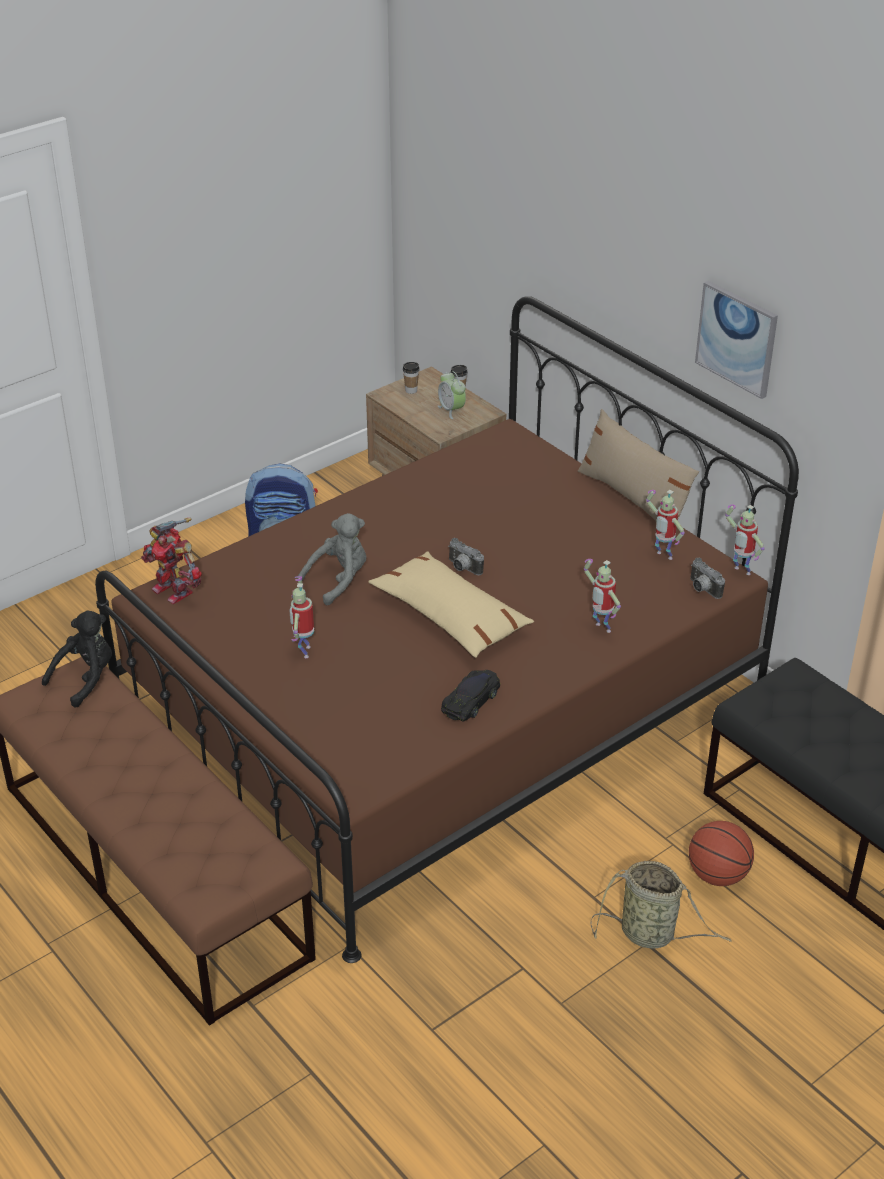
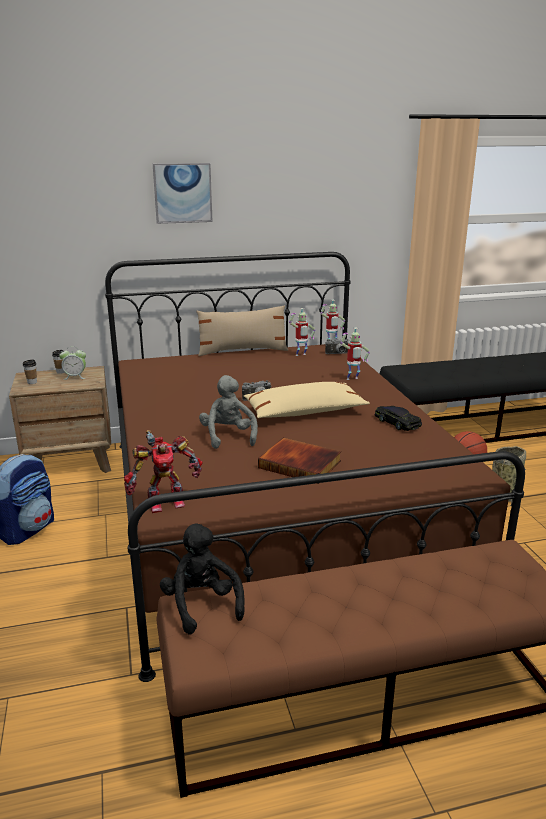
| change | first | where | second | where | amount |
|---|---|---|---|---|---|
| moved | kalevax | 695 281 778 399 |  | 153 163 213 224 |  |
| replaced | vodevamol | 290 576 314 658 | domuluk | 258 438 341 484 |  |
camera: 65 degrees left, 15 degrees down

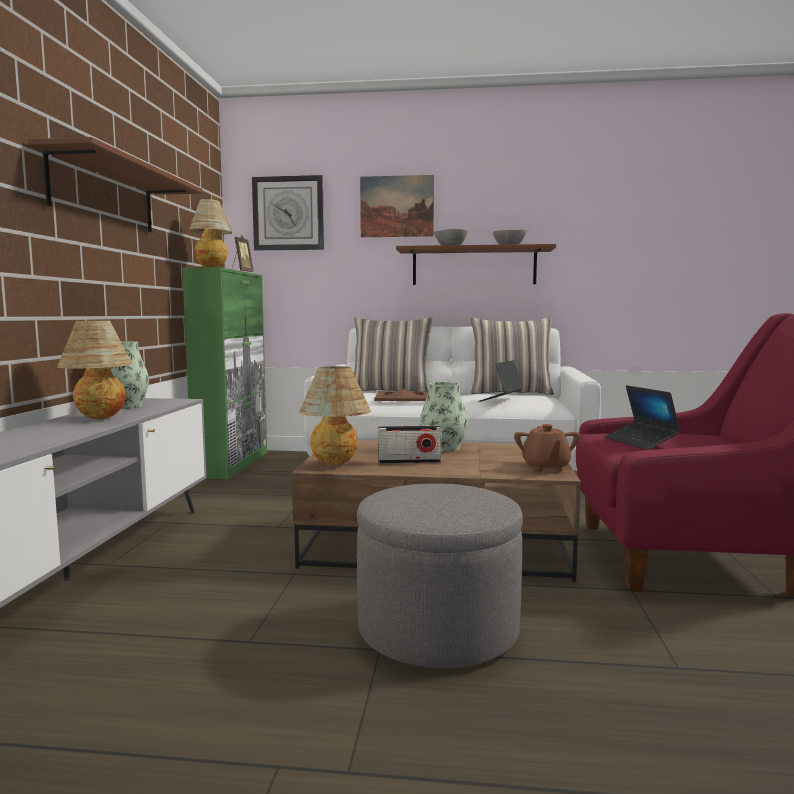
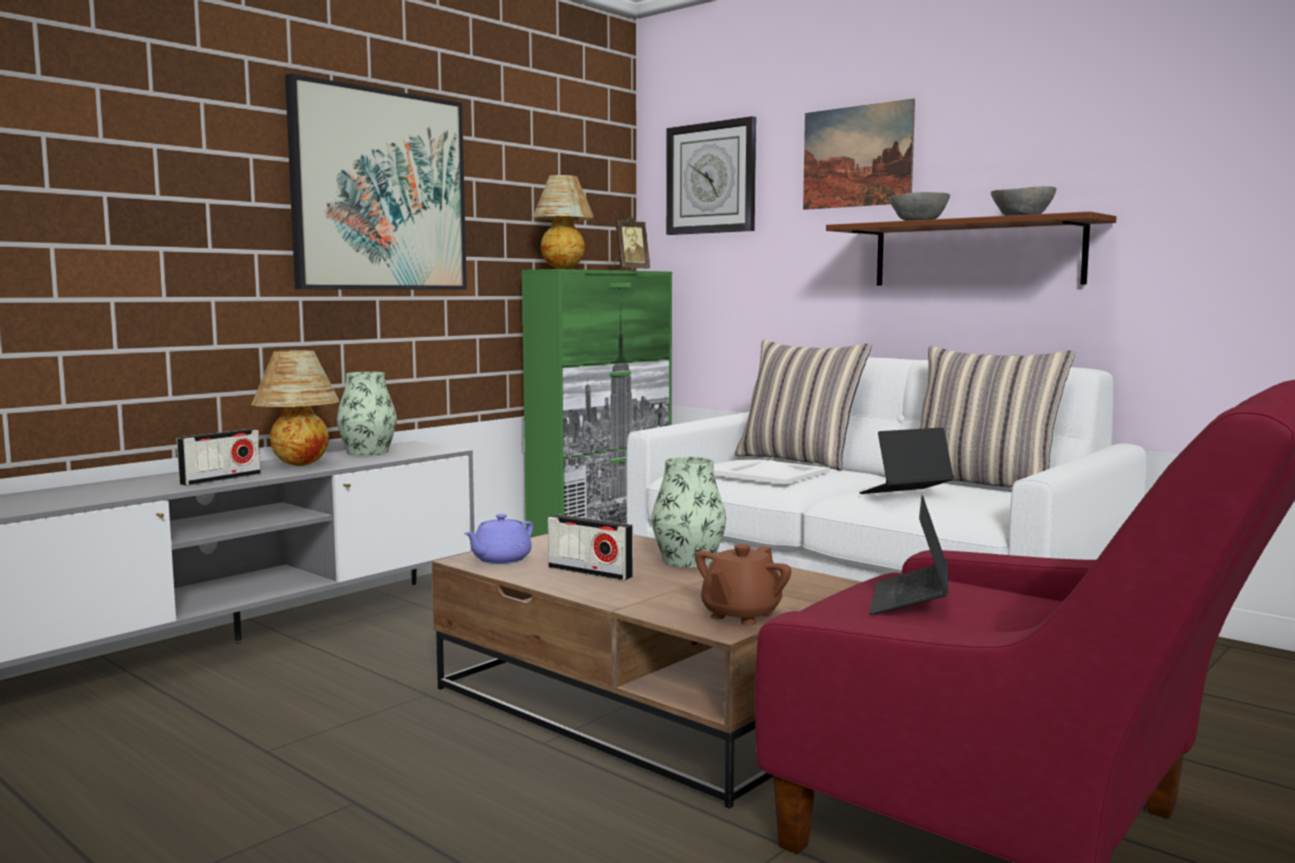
| change | first | where | second | where | amount |
|---|---|---|---|---|---|
| replaced | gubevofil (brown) | 27 137 203 232 | kalevax | 285 73 467 290 |  |
| replaced | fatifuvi | 299 366 371 465 | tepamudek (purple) | 464 514 533 564 |  |
| recoloured | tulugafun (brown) | 374 389 428 401 | tulugafun (white) | 714 459 830 484 |  |
| removed | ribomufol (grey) | 357 483 523 668 |  |  |  |
| added |  |  | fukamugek | 176 429 261 486 |  |
camera: 35 degrees right, 0 degrees up

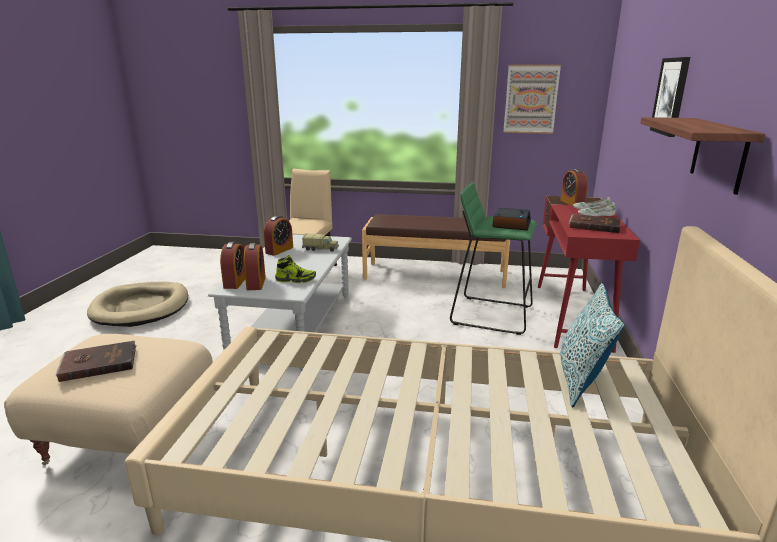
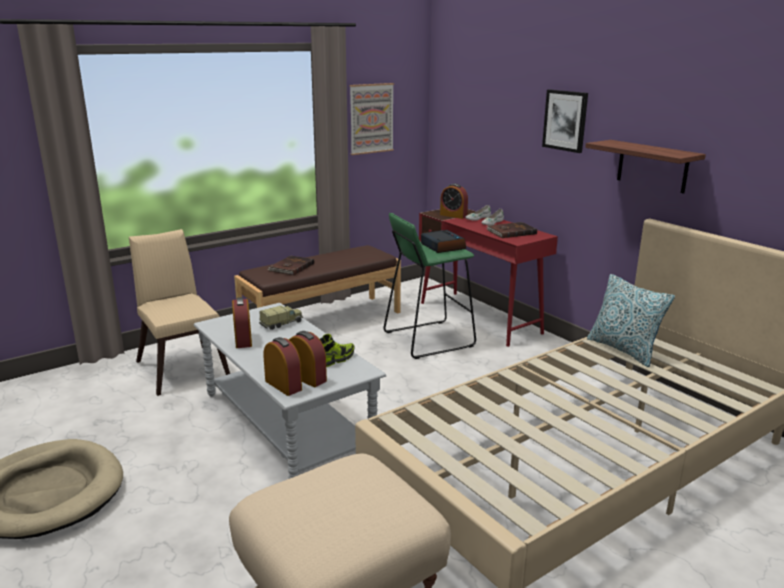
| change | first | where | second | where | amount |
|---|---|---|---|---|---|
| moved | domuluk (brown) | 56 341 137 382 |  | 267 255 314 275 |  |
camera: 45 degrees left, 0 degrees up

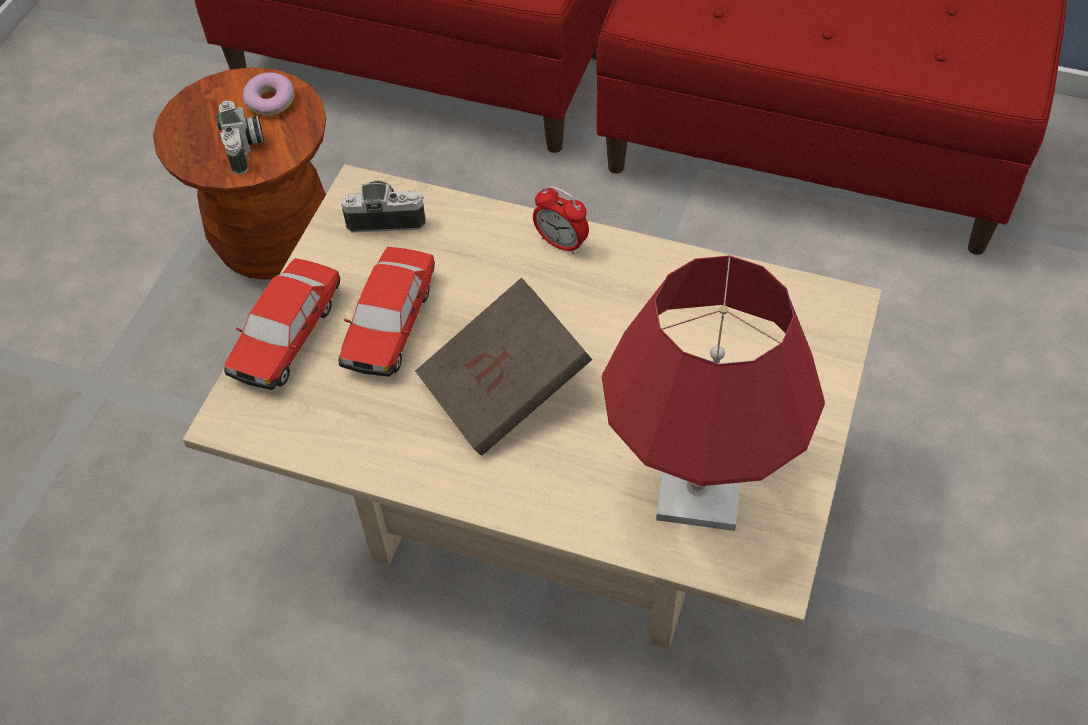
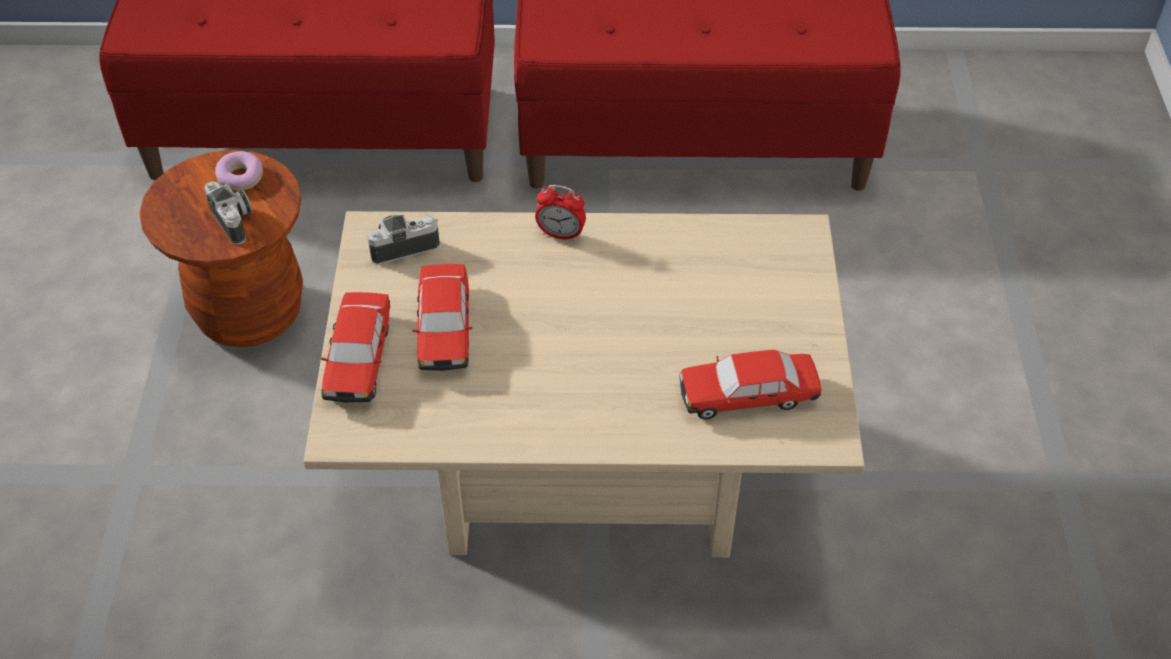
| change | first | where | second | where | amount |
|---|---|---|---|---|---|
| replaced | fatifuvi (red) | 602 255 825 531 | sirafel | 679 350 821 420 |  |
| removed | domuluk (brown) | 415 278 592 455 |  |  |  |
camera: 20 degrees left, 5 degrees down

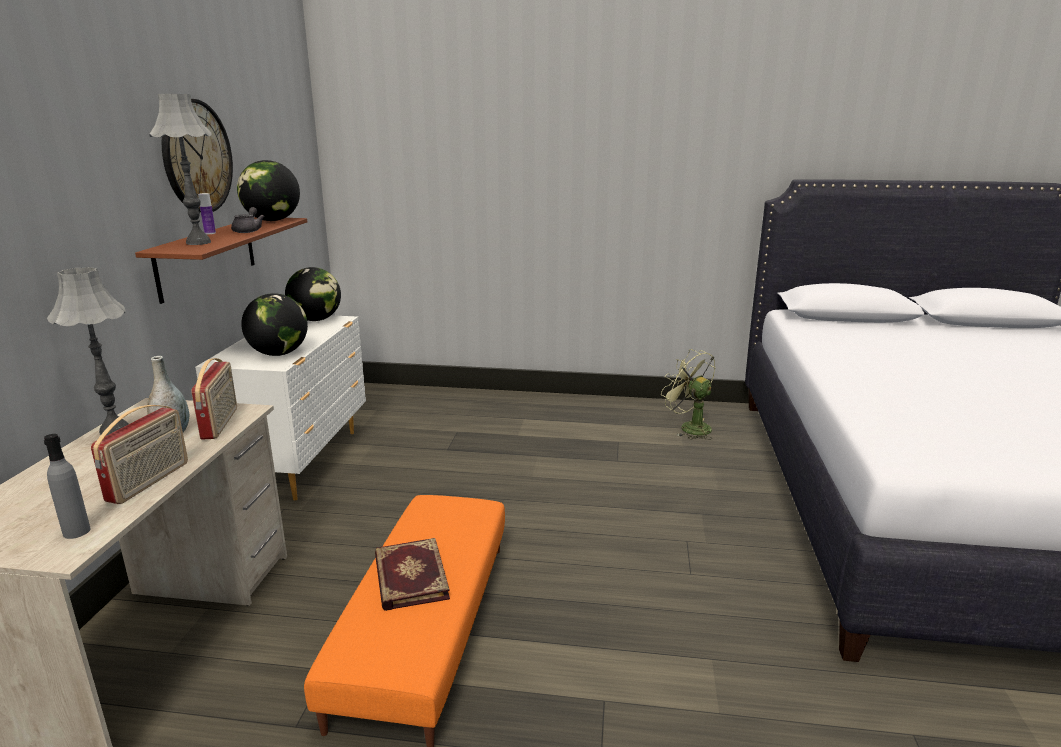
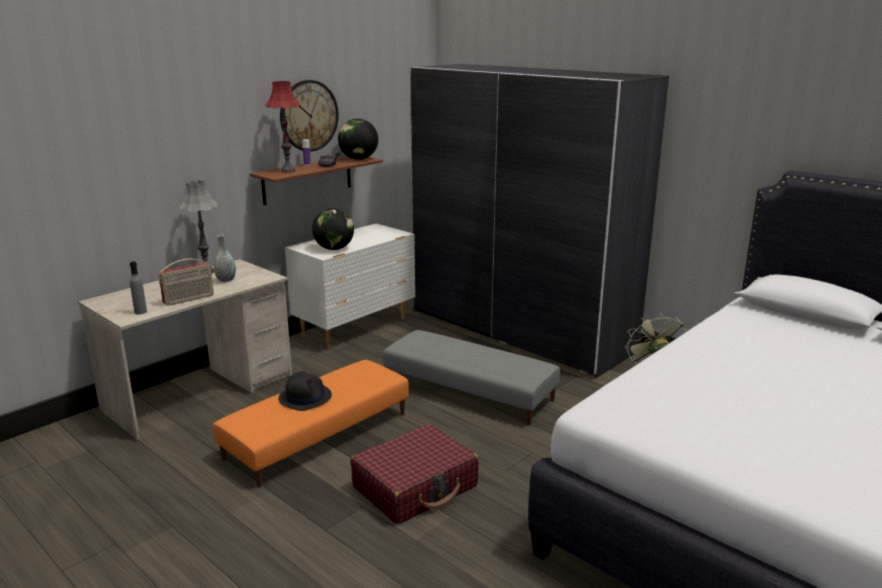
| change | first | where | second | where | amount |
|---|---|---|---|---|---|
| recoloured | fatifuvi (grey) | 149 94 212 245 | fatifuvi (red) | 265 81 301 173 |  |
| removed | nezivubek | 285 267 341 321 |  |  |  |
| removed | fukamugek | 191 358 237 440 |  |  |  |
| replaced | domuluk | 375 538 450 611 | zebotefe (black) | 278 371 332 411 |  |
| added |  |  | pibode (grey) | 410 64 669 378 |  |
| added |  |  | ribomufol (grey) | 383 330 560 426 |  |
| added |  |  | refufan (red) | 351 424 479 524 |  |
camera: 35 degrees right, 0 degrees up

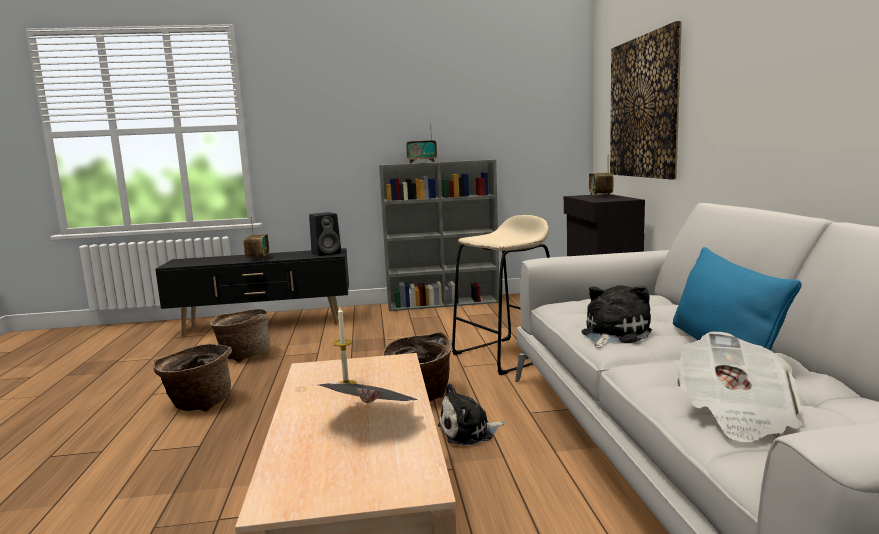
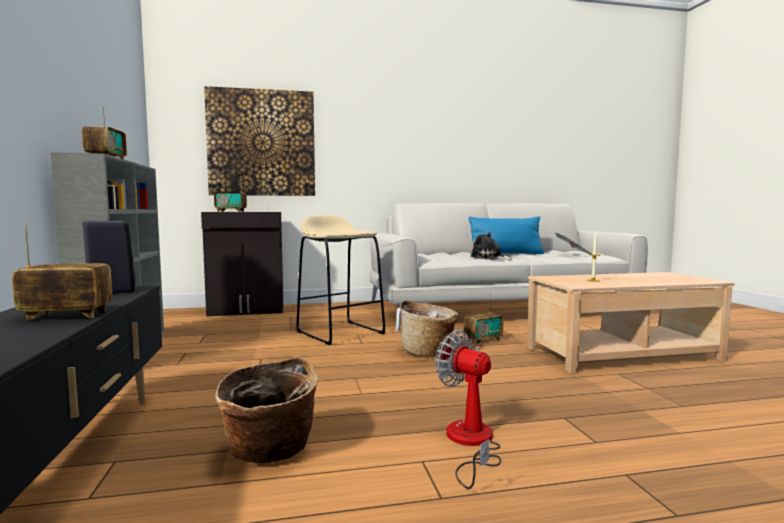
| change | first | where | second | where | amount |
|---|---|---|---|---|---|
| replaced | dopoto | 153 344 232 412 | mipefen | 435 330 501 489 |  |
| removed | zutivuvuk | 318 383 417 403 |  |  |  |
| replaced | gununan | 438 383 505 446 | fukamugek | 463 294 504 344 |  |
camera: 95 degrees left, 5 degrees down

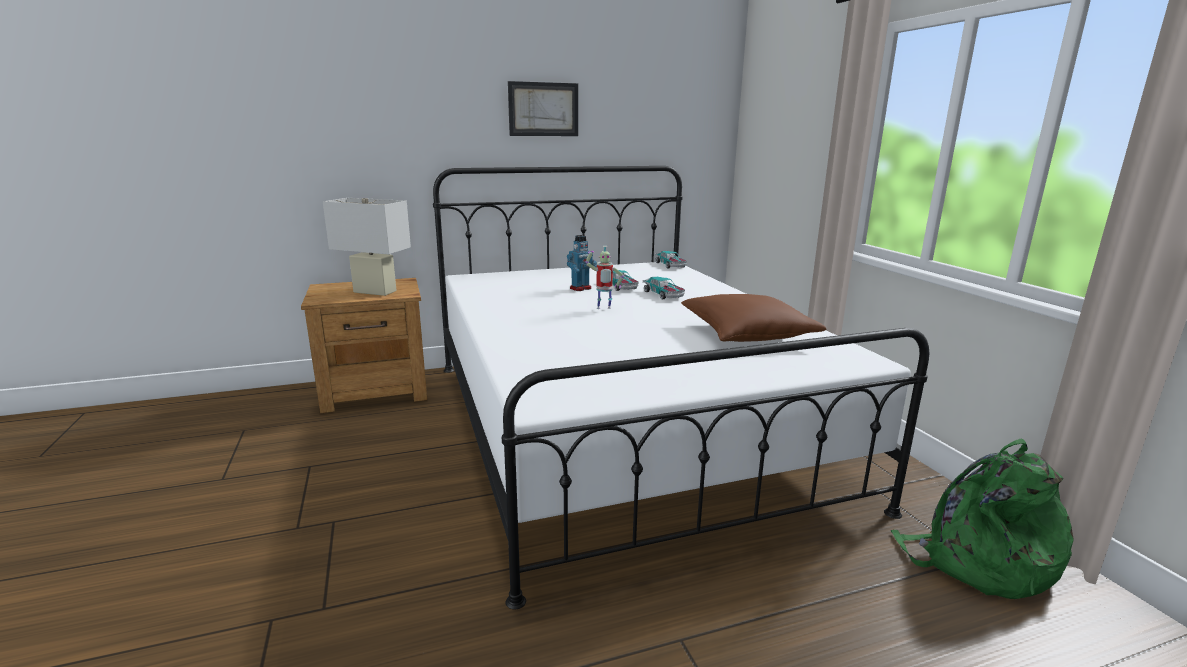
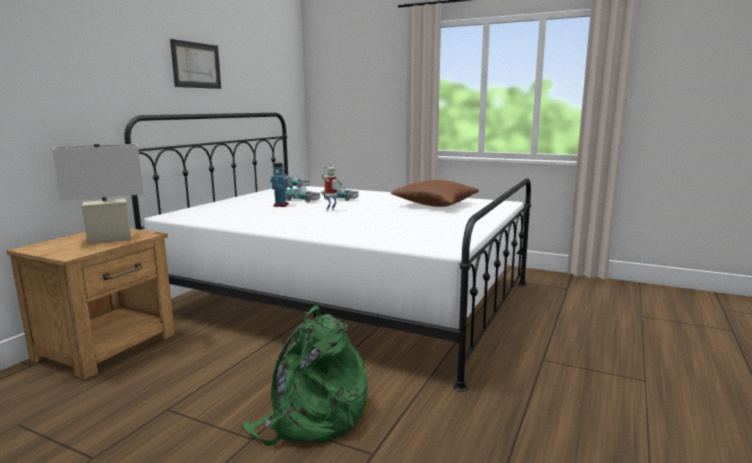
| change | first | where | second | where | amount |
|---|---|---|---|---|---|
| moved | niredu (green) | 891 438 1074 599 |  | 242 305 368 446 |  |
camera: 45 degrees left, 5 degrees down

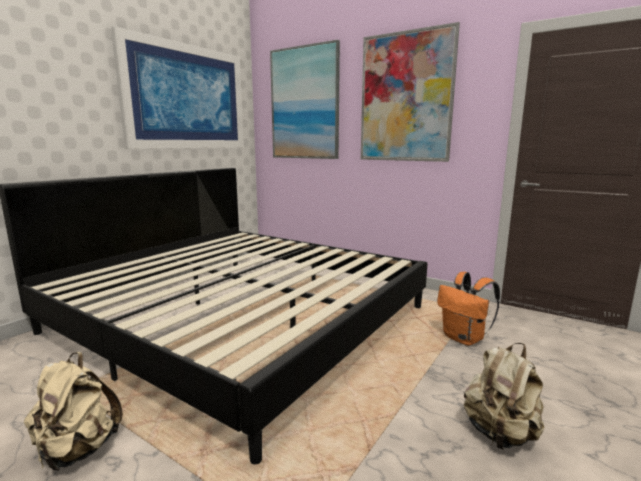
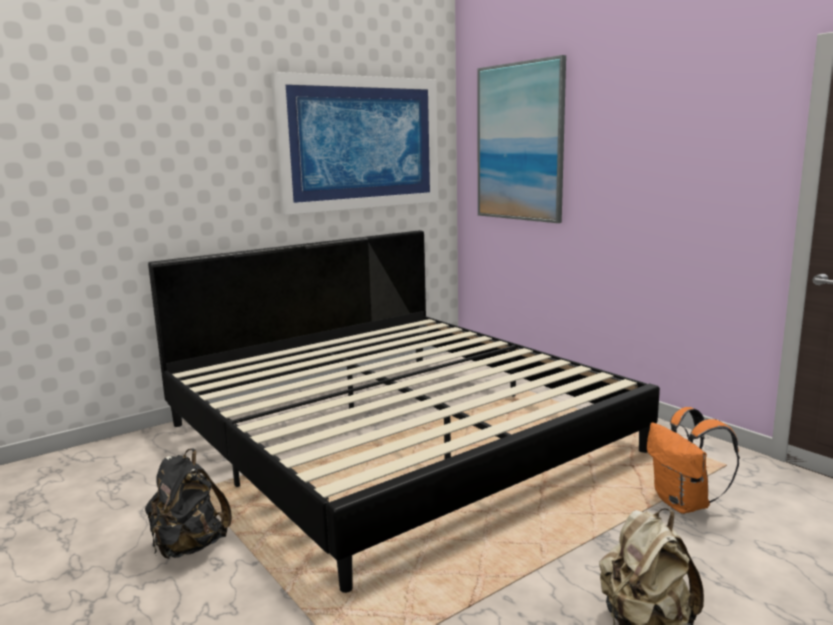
| change | first | where | second | where | amount |
|---|---|---|---|---|---|
| removed | kalevax | 361 22 460 162 |  |  |  |
| recoloured | niredu (beige) | 24 352 123 471 | niredu (black) | 145 449 232 559 |  |
camera: 20 degrees right, 0 degrees up

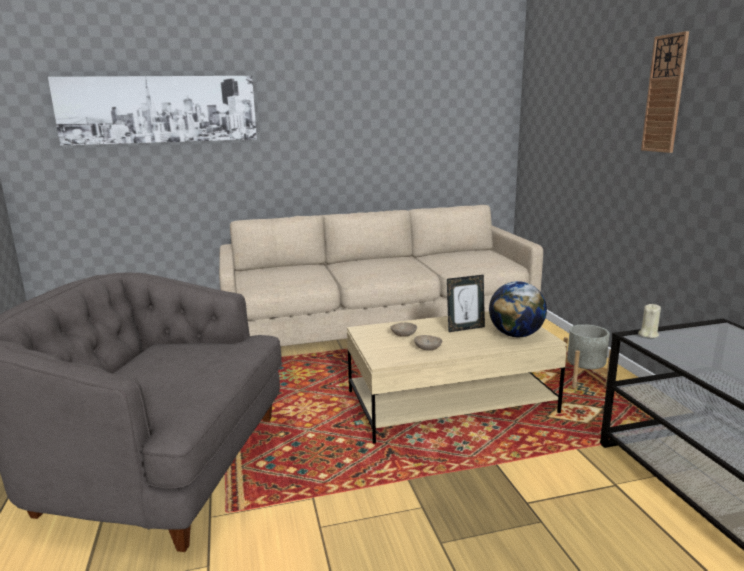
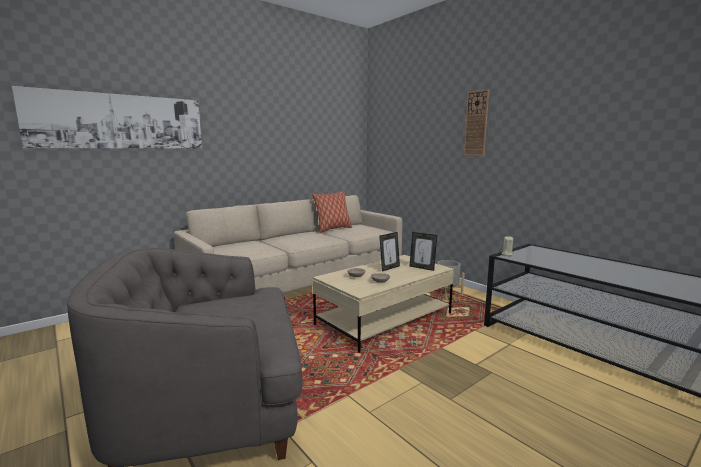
| change | first | where | second | where | amount |
|---|---|---|---|---|---|
| replaced | nezivubek | 489 281 547 337 | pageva | 409 232 437 271 |  |
| added |  |  | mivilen | 312 191 352 232 |  |
camera: 25 degrees left, 5 degrees down

